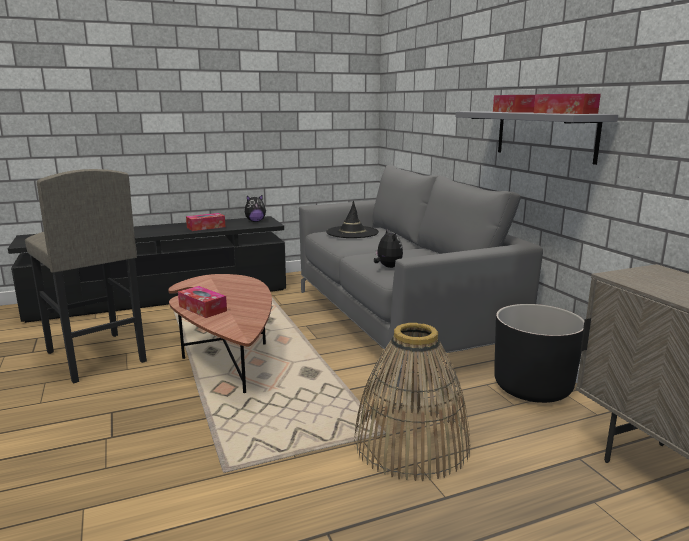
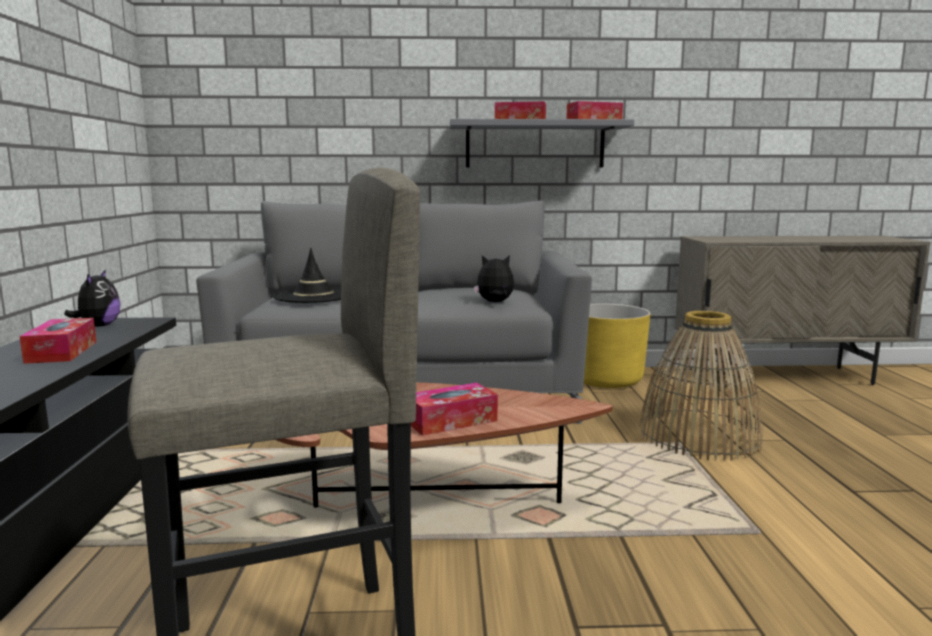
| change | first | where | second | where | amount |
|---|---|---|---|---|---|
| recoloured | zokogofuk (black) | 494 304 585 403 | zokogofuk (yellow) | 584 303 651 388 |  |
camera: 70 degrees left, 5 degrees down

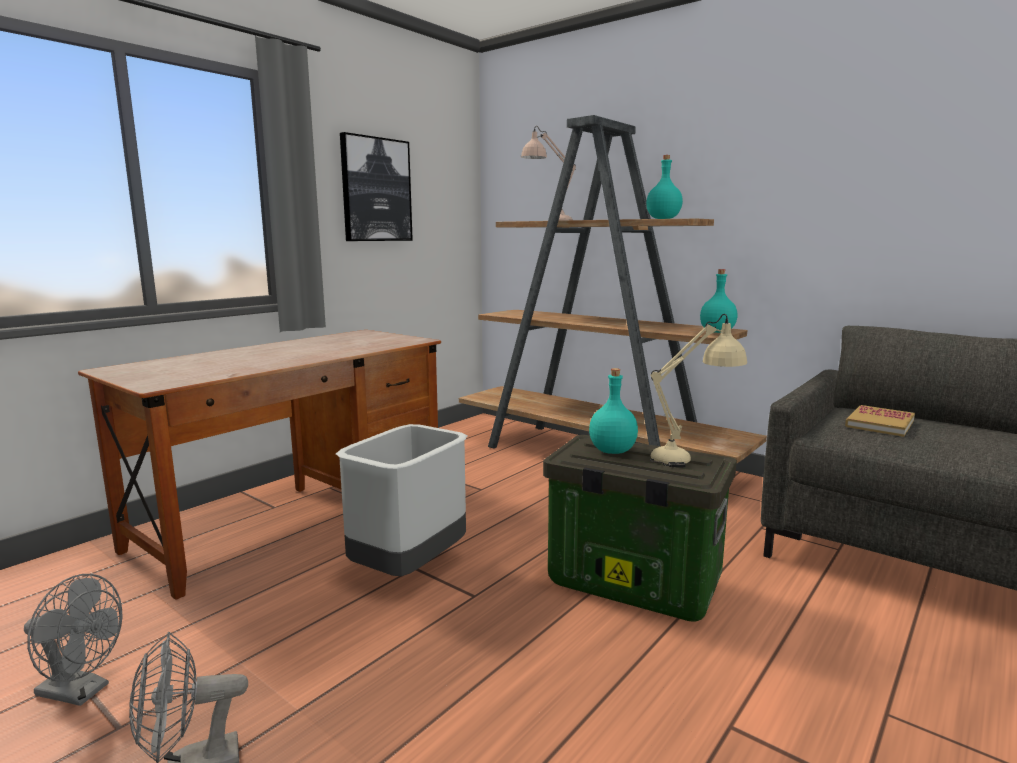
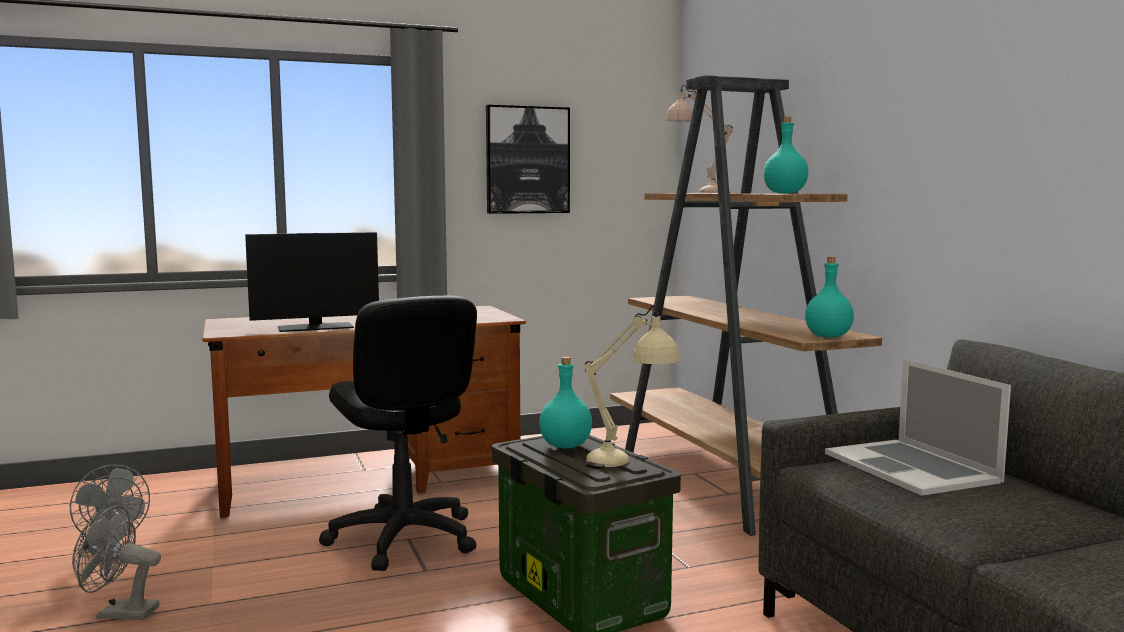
| change | first | where | second | where | amount |
|---|---|---|---|---|---|
| replaced | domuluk | 845 405 915 437 | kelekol | 825 359 1011 496 |  |
| replaced | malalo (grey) | 336 424 467 576 | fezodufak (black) | 319 296 477 571 |  |
| added |  |  | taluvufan | 245 232 379 332 |  |
camera: 30 degrees right, 5 degrees down

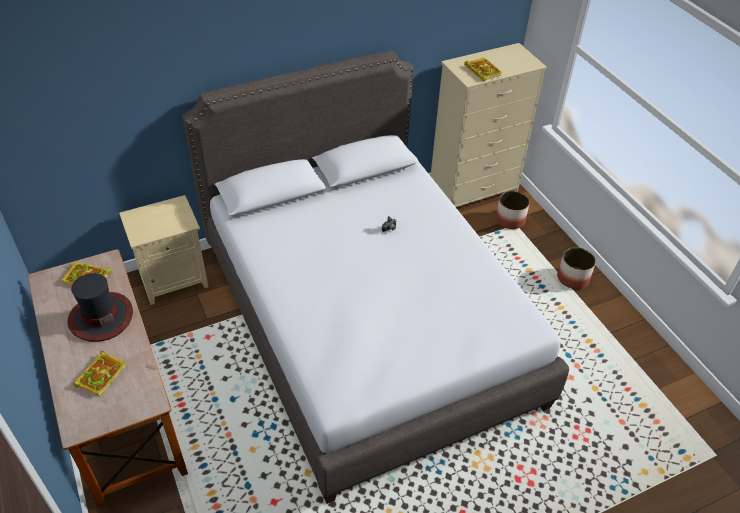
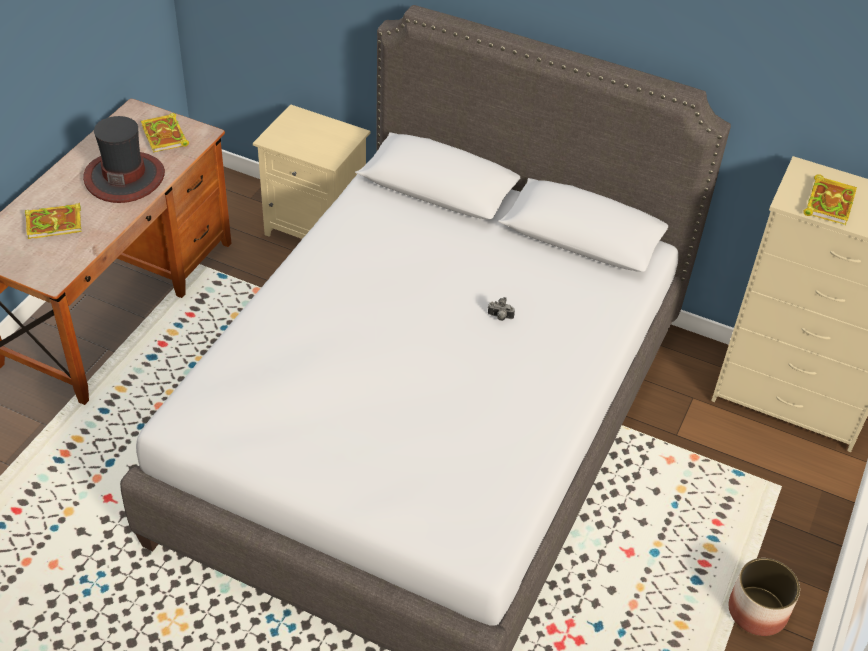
| change | first | where | second | where | amount |
|---|---|---|---|---|---|
| removed | zokogofuk | 496 191 530 229 |  |  |  |
camera: 50 degrees right, 0 degrees up

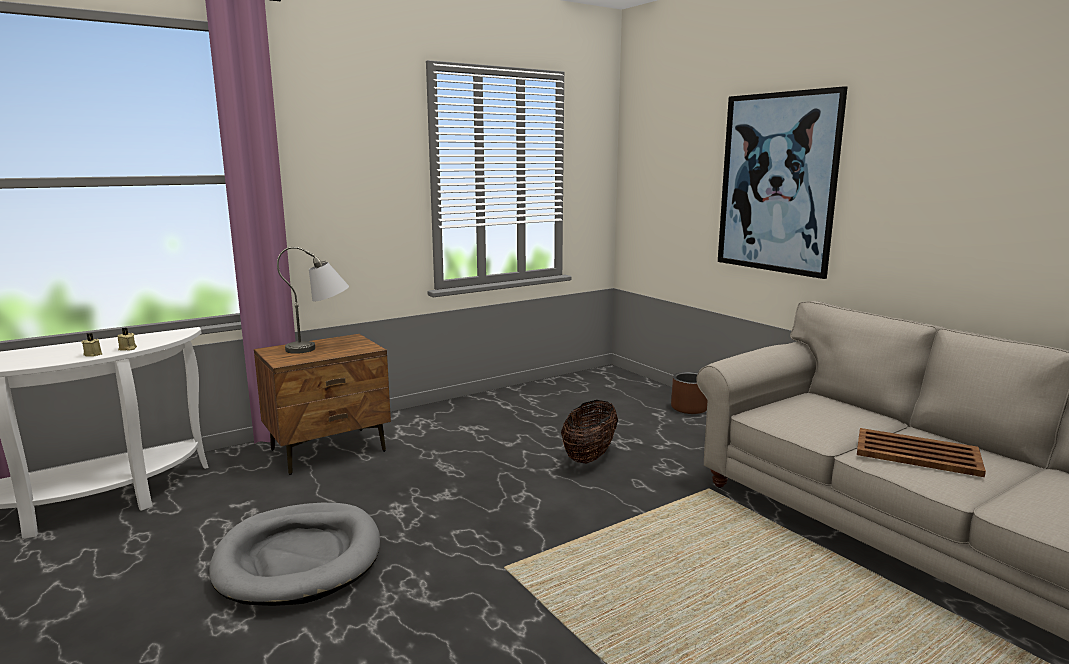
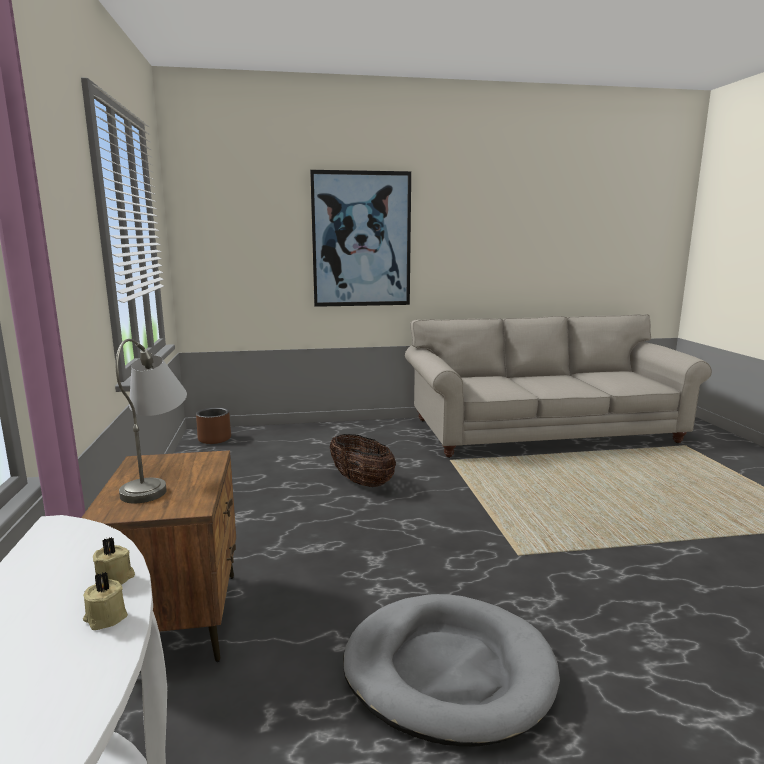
| change | first | where | second | where | amount |
|---|---|---|---|---|---|
| moved | zokogofuk (brown) | 671 372 707 414 |  | 196 408 231 444 |  |
| removed | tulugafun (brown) | 857 428 986 477 |  |  |  |
camera: 65 degrees left, 0 degrees up

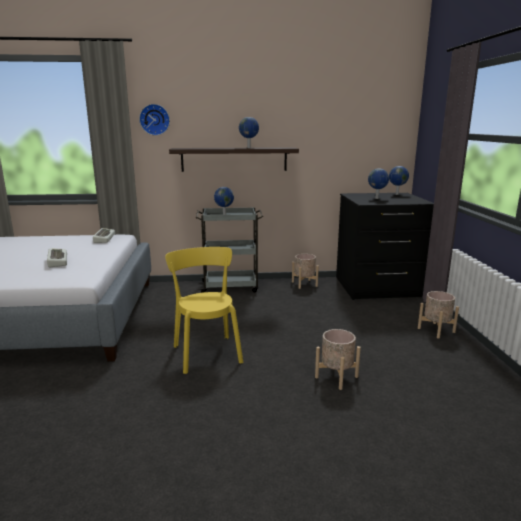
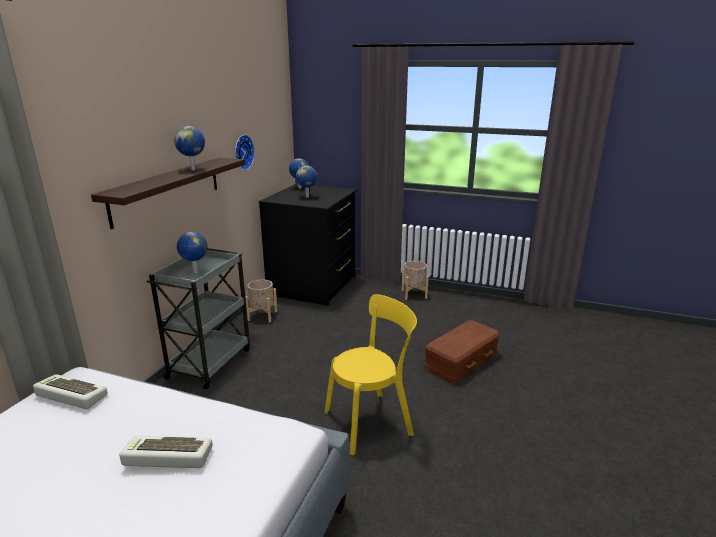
| change | first | where | second | where | amount |
|---|---|---|---|---|---|
| moved | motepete | 139 104 170 136 |  | 235 135 255 170 |  |
| turned | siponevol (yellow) | 165 247 243 374 |  | 325 294 417 455 | 150 degrees clockwise |
| replaced | zokogofuk (beige) | 315 329 361 390 | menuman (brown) | 424 320 500 384 |  |
camera: 65 degrees left, 5 degrees up

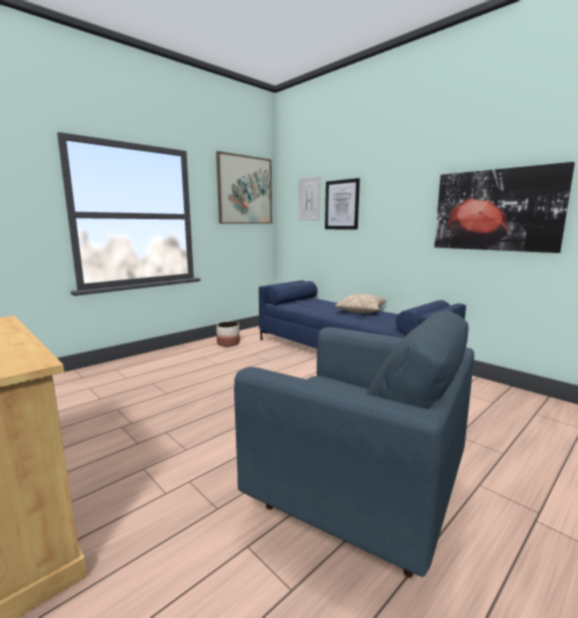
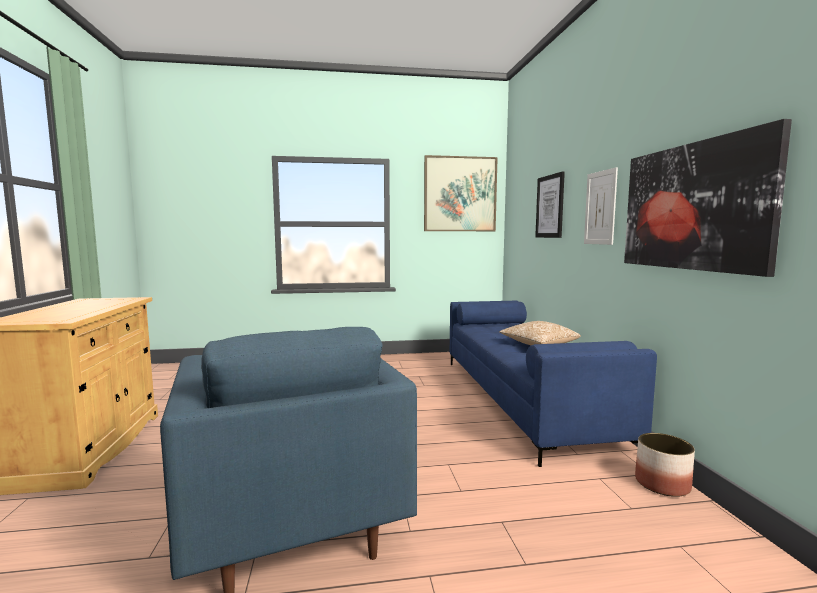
| change | first | where | second | where | amount |
|---|---|---|---|---|---|
| moved | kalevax | 299 176 321 221 |  | 584 167 618 245 |  |
| moved | zokogofuk | 216 322 240 347 |  | 635 433 695 497 |  |
camera: 35 degrees right, 5 degrees down

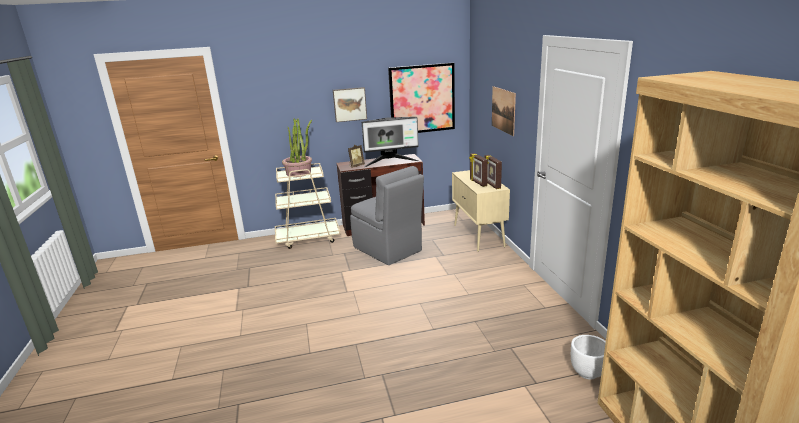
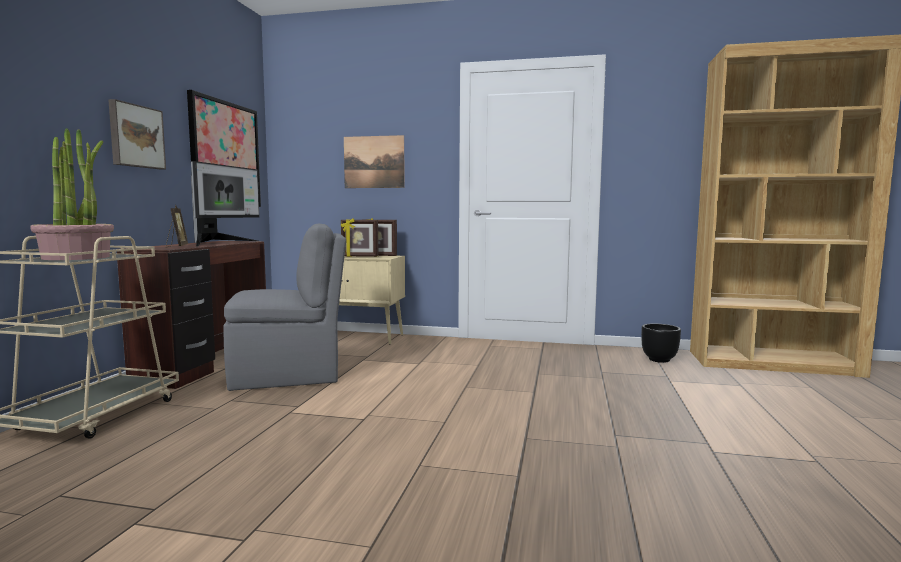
| change | first | where | second | where | amount |
|---|---|---|---|---|---|
| recoloured | zokogofuk (white) | 571 335 606 380 | zokogofuk (black) | 641 323 681 363 |  |
camera: 65 degrees left, 15 degrees down

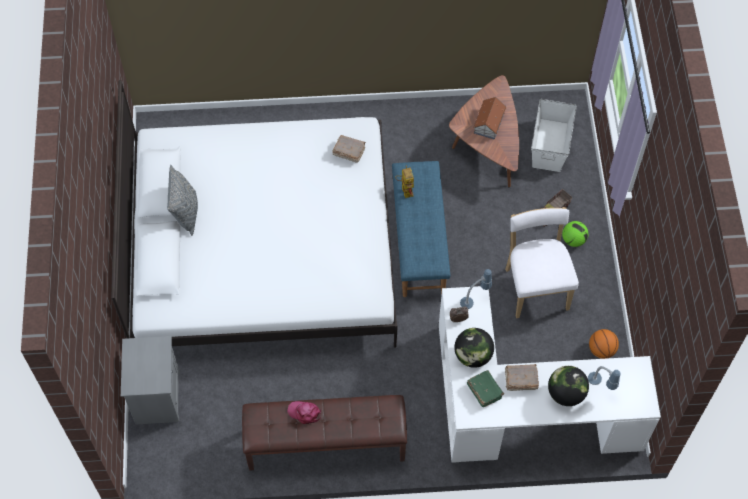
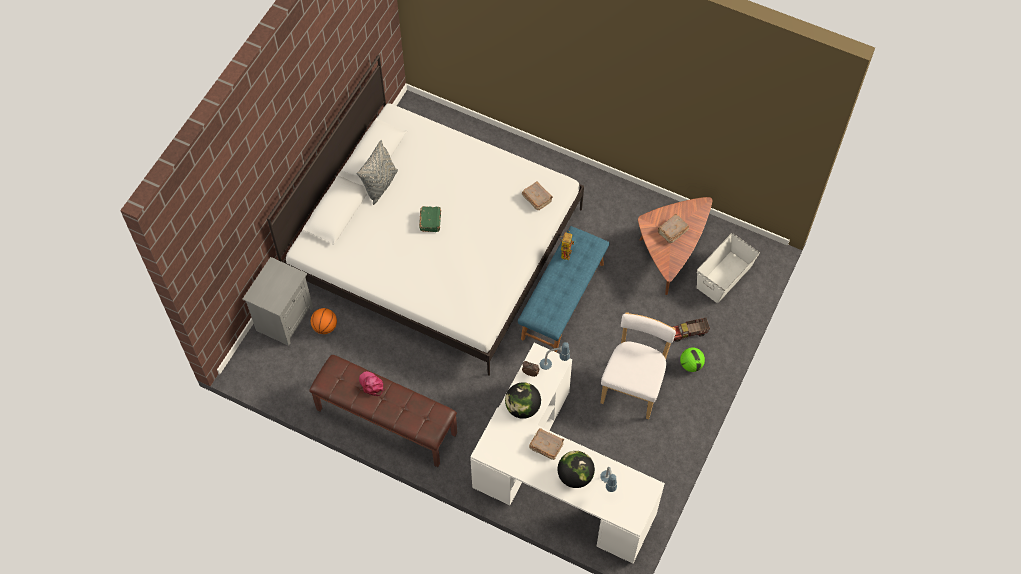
| change | first | where | second | where | amount |
|---|---|---|---|---|---|
| replaced | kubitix | 473 97 506 139 | domuluk (brown) | 658 214 689 243 |  |
| moved | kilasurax | 589 329 619 359 |  | 311 308 337 334 |  |
| moved | domuluk (green) | 467 370 504 407 |  | 419 206 441 232 |  |
camera: 30 degrees right, 0 degrees up

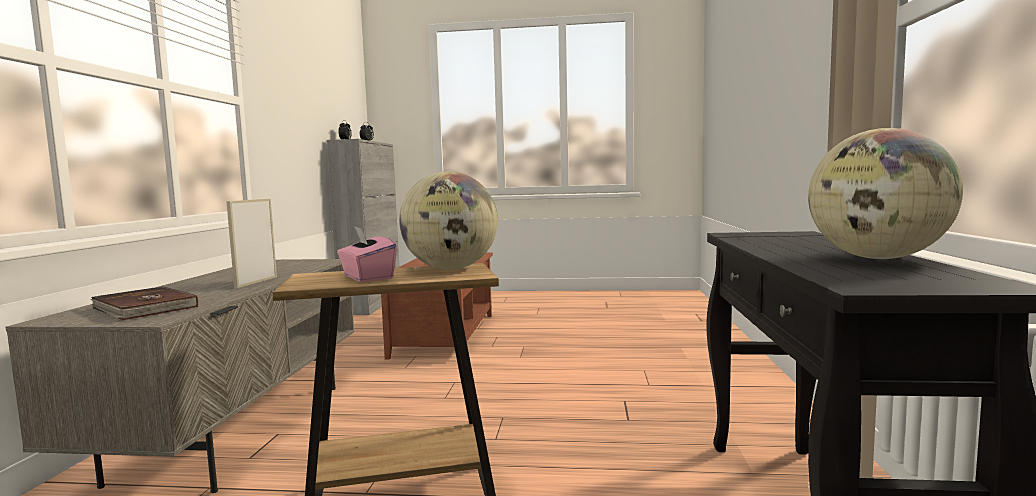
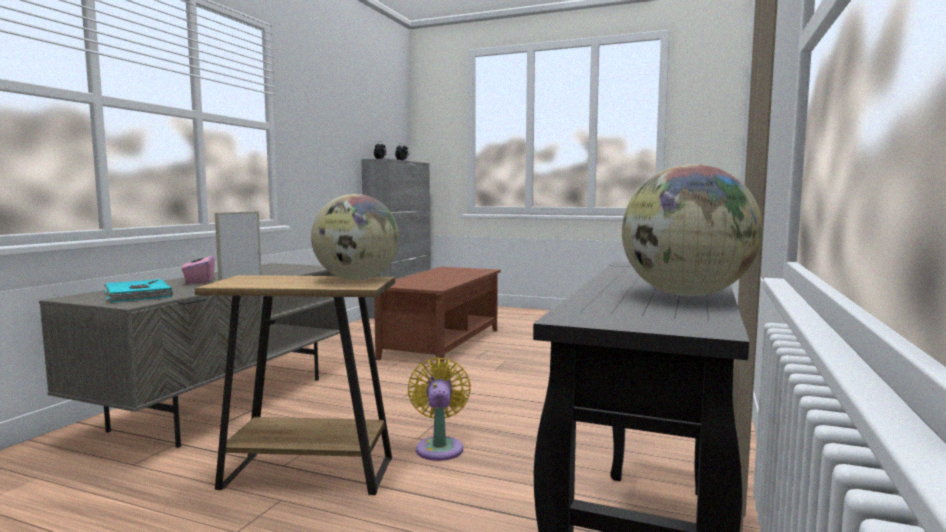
| change | first | where | second | where | amount |
|---|---|---|---|---|---|
| moved | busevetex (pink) | 337 226 397 282 |  | 181 249 215 284 |  |
| recoloured | domuluk (brown) | 90 286 198 320 | domuluk (turquoise) | 104 279 173 302 |  |
| added |  |  | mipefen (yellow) | 408 357 471 461 |  |
camera: 15 degrees right, 0 degrees up

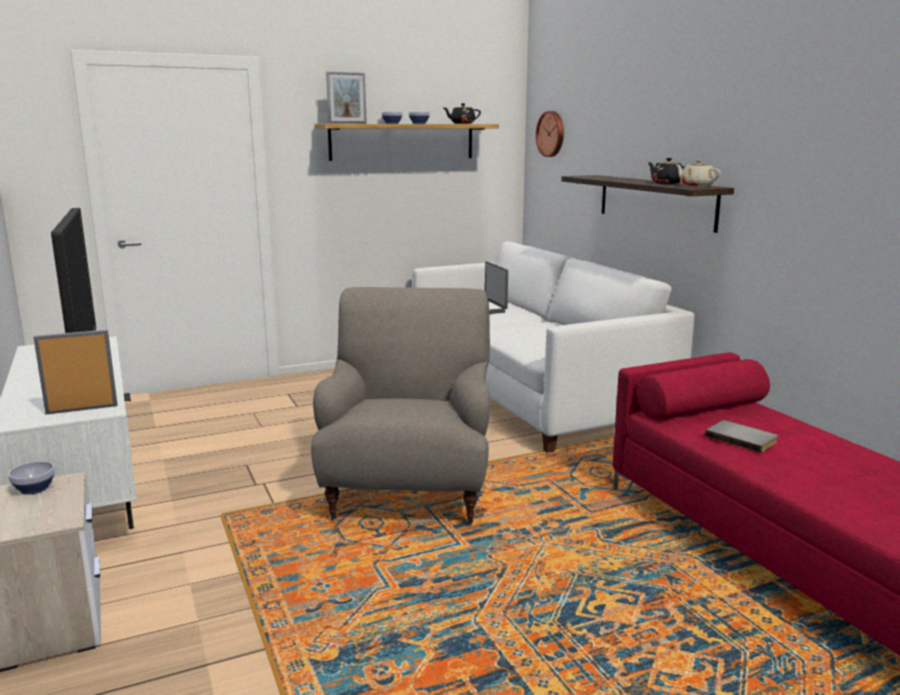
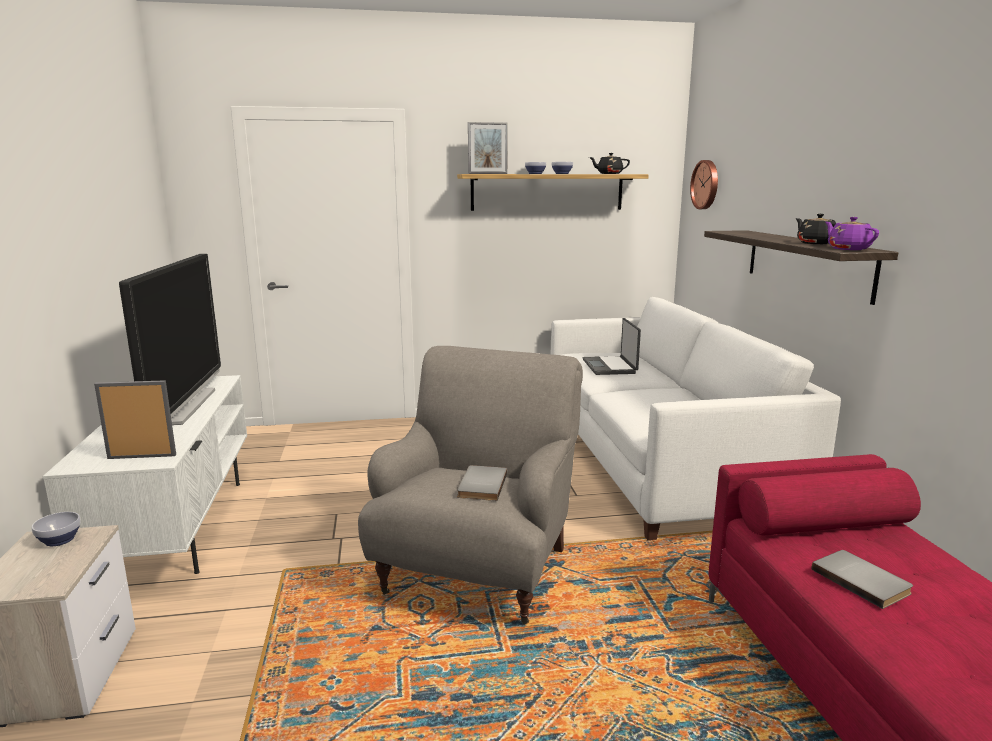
| change | first | where | second | where | amount |
|---|---|---|---|---|---|
| recoloured | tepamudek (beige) | 675 160 721 187 | tepamudek (purple) | 825 217 879 250 |  |
| added |  |  | domuluk (grey) | 457 465 507 501 |  |
camera: 15 degrees right, 0 degrees up

